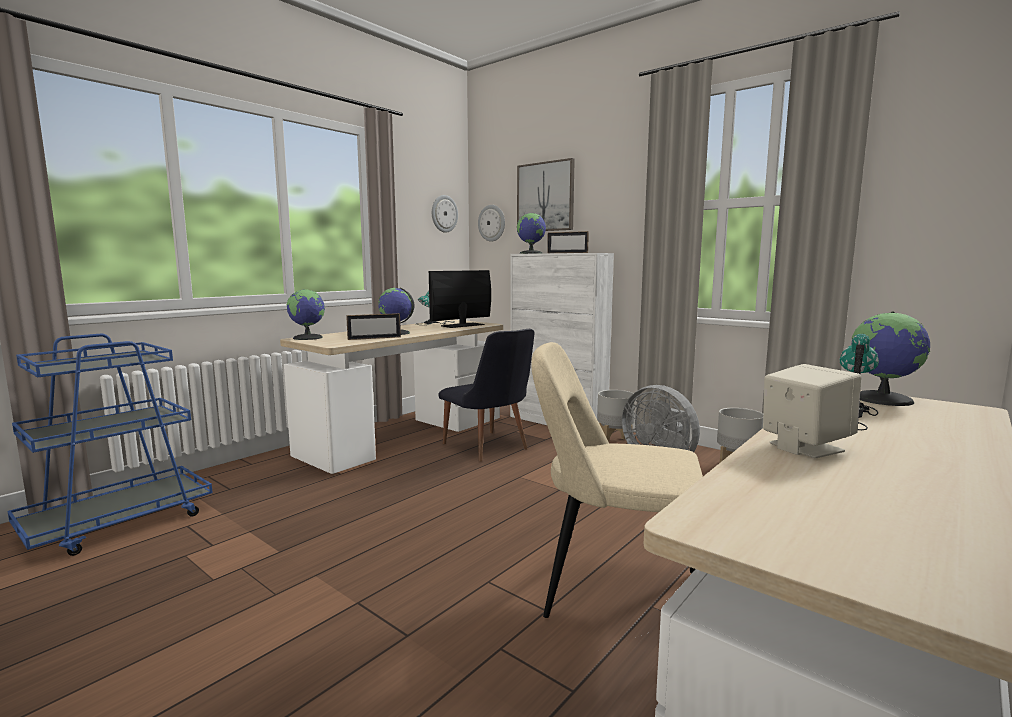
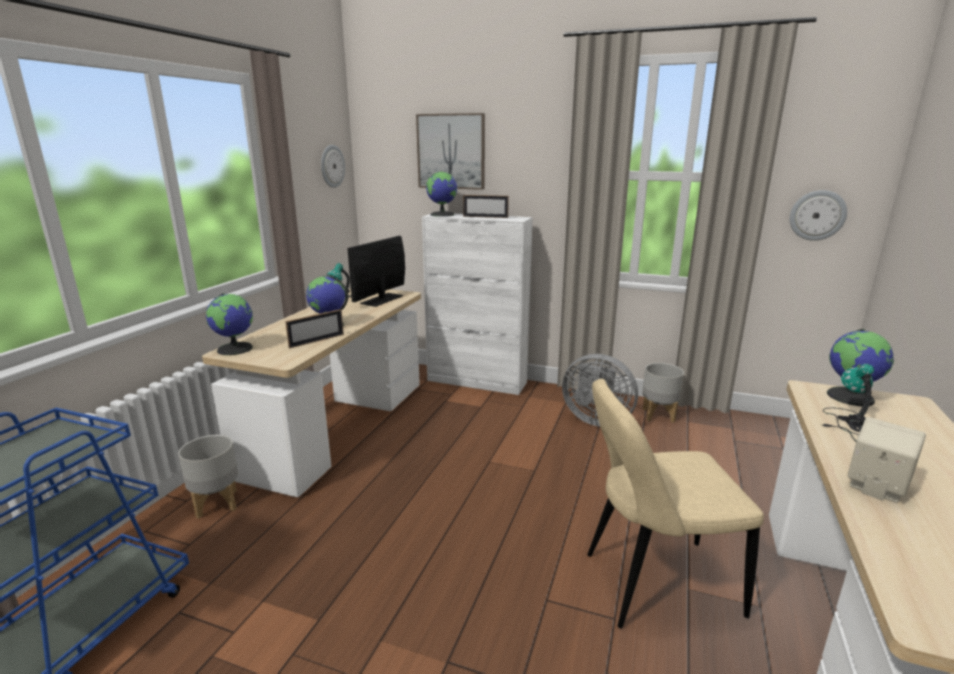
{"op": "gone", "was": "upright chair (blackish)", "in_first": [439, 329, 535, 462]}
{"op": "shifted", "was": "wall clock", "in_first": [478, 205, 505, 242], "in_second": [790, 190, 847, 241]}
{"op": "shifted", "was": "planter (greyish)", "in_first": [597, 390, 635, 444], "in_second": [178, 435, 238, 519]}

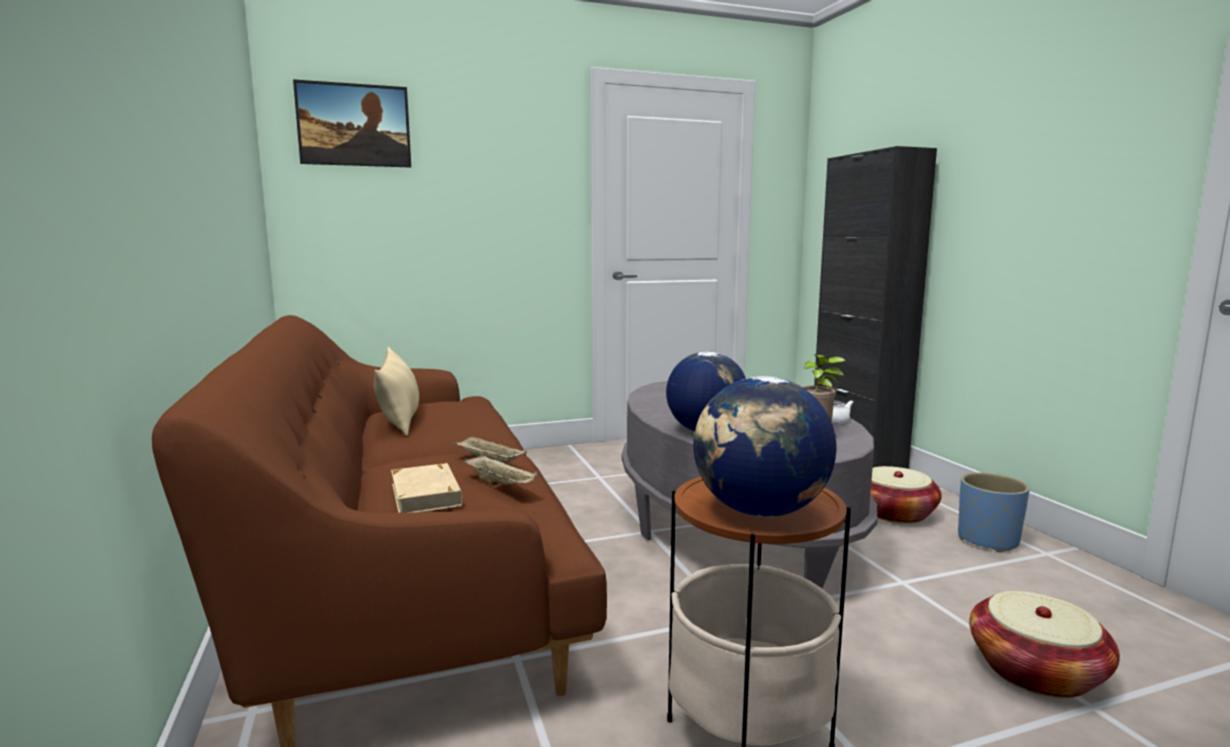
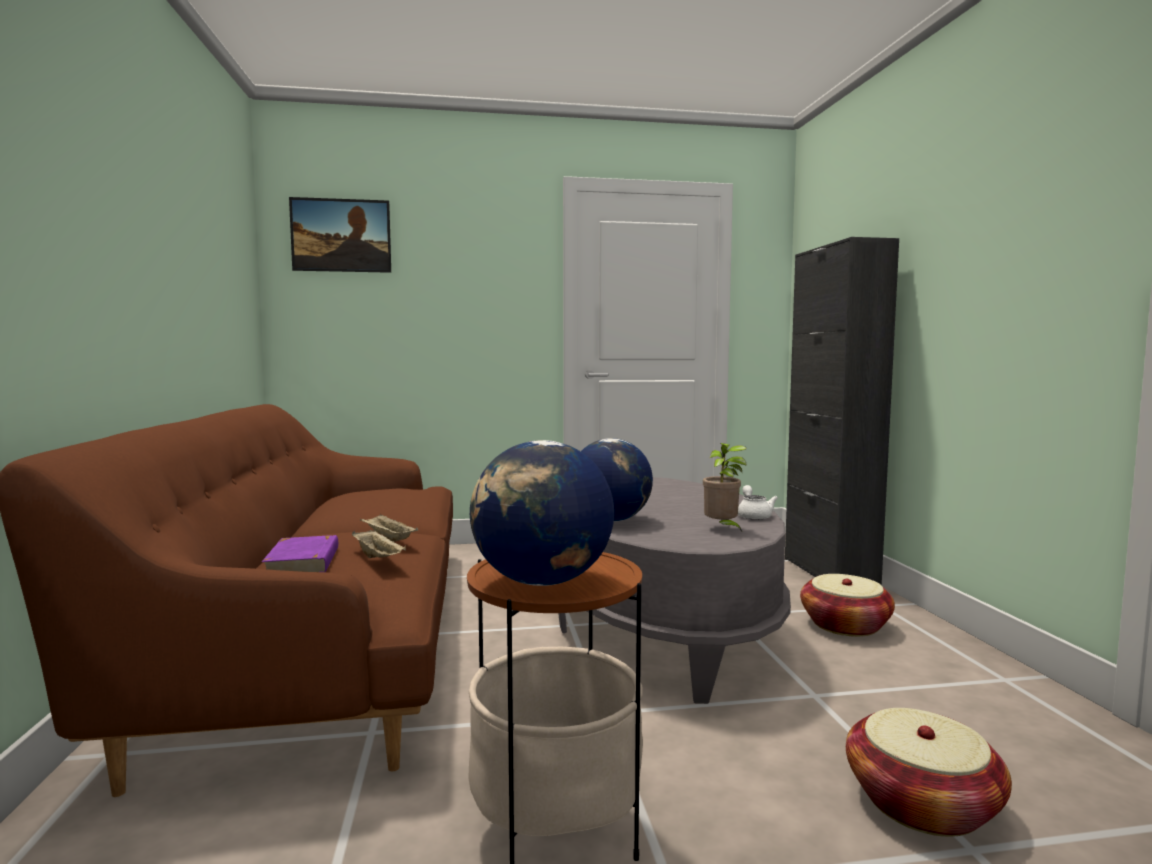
{"op": "gone", "was": "cushion (beige)", "in_first": [374, 347, 419, 436]}
{"op": "gone", "was": "planter (bluish)", "in_first": [958, 473, 1030, 552]}
{"op": "repainted", "was": "volume (beige)", "now": "volume (purple-coloured)", "in_first": [391, 463, 463, 513], "in_second": [262, 535, 338, 572]}

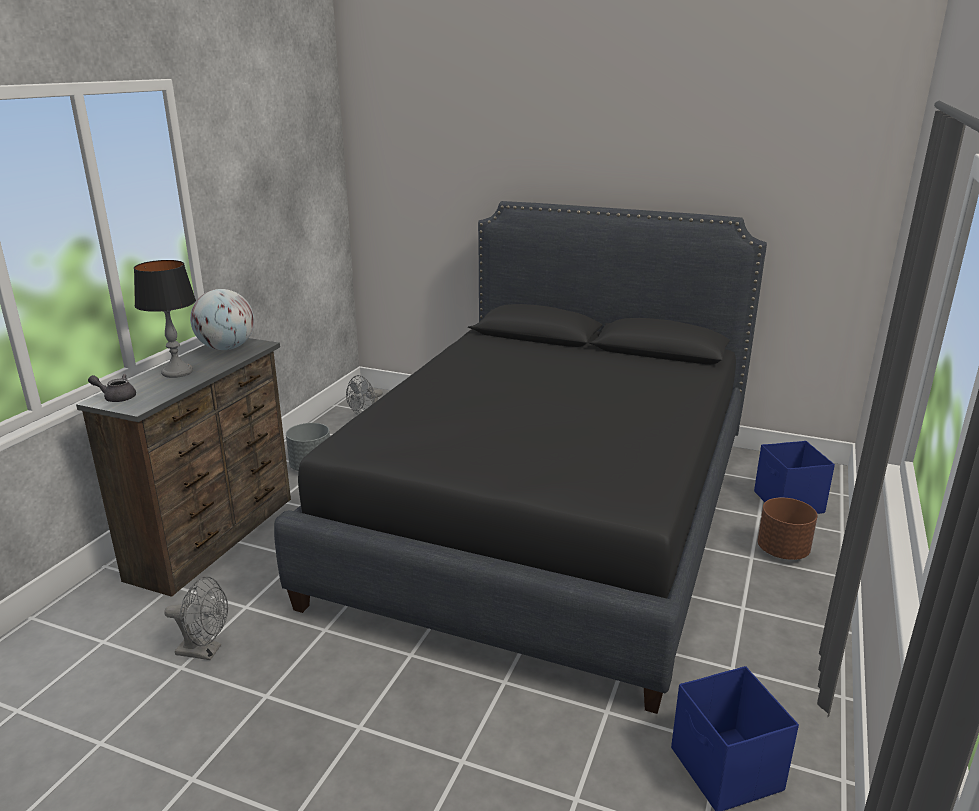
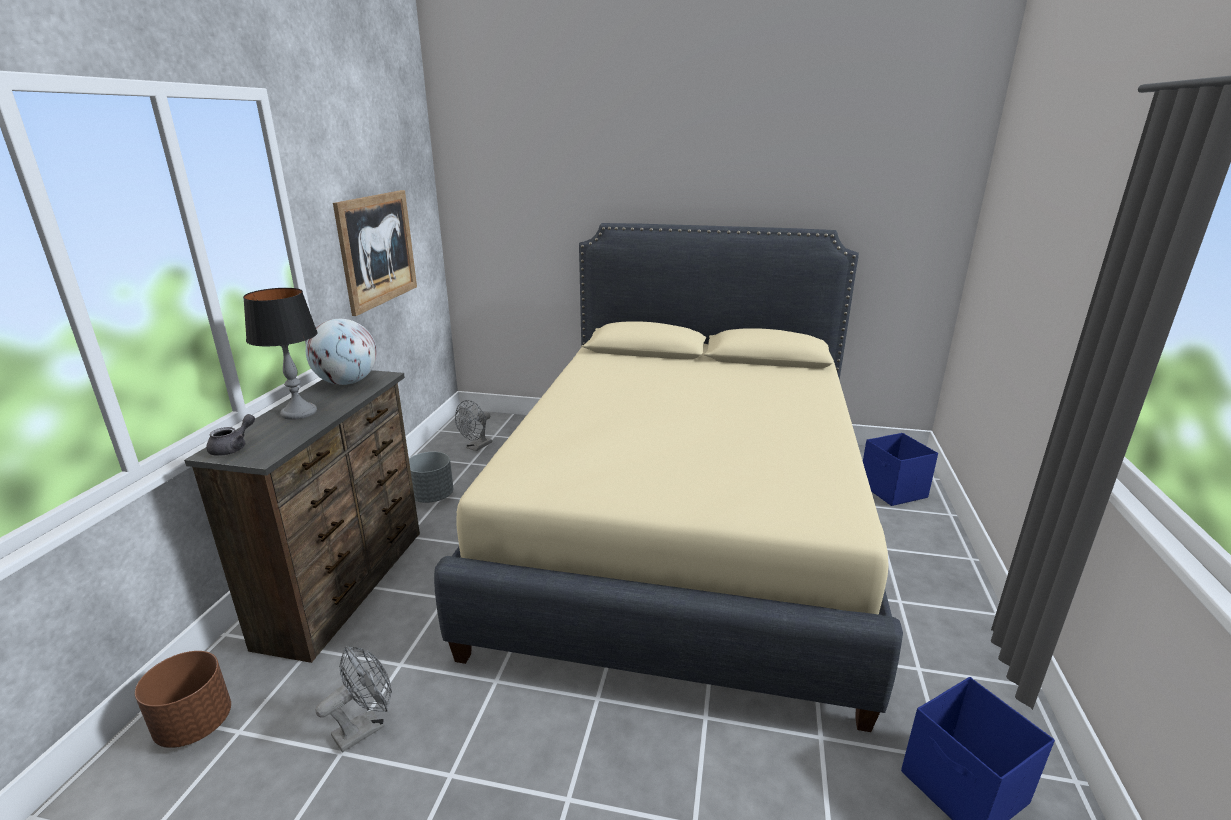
{"op": "new", "now": "wall picture", "in_second": [333, 190, 417, 316]}
{"op": "shifted", "was": "planter (brown)", "in_first": [757, 498, 817, 560], "in_second": [135, 651, 231, 748]}
{"op": "repainted", "was": "sleeping bed (blackish)", "now": "sleeping bed (beige)", "in_first": [274, 201, 767, 714], "in_second": [434, 223, 903, 732]}
{"op": "rotated", "was": "tea pot (greyish)", "in_first": [88, 374, 136, 402], "in_second": [206, 414, 255, 456], "clockwise": 120}
{"op": "rotated", "was": "cooling fan (greyish)", "in_first": [164, 576, 228, 660], "in_second": [315, 646, 392, 753], "clockwise": -45}

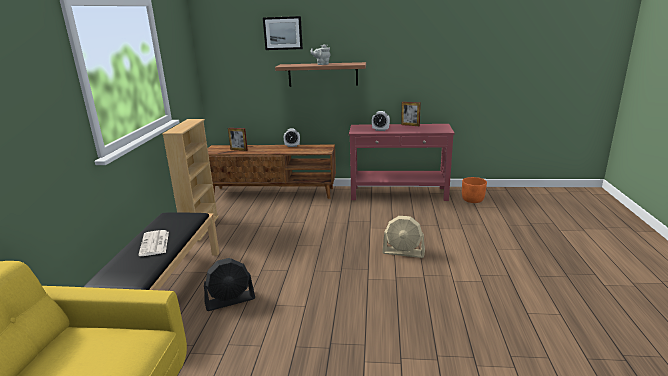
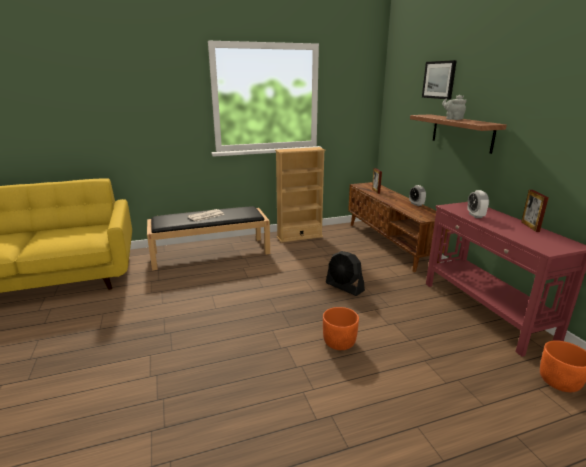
{"op": "shifted", "was": "cooling fan (blackish)", "in_first": [204, 258, 255, 311], "in_second": [326, 251, 365, 296]}
{"op": "swapped", "was": "cooling fan (beige)", "now": "planter (orange-coloured)", "in_first": [382, 216, 425, 258], "in_second": [323, 307, 359, 350]}

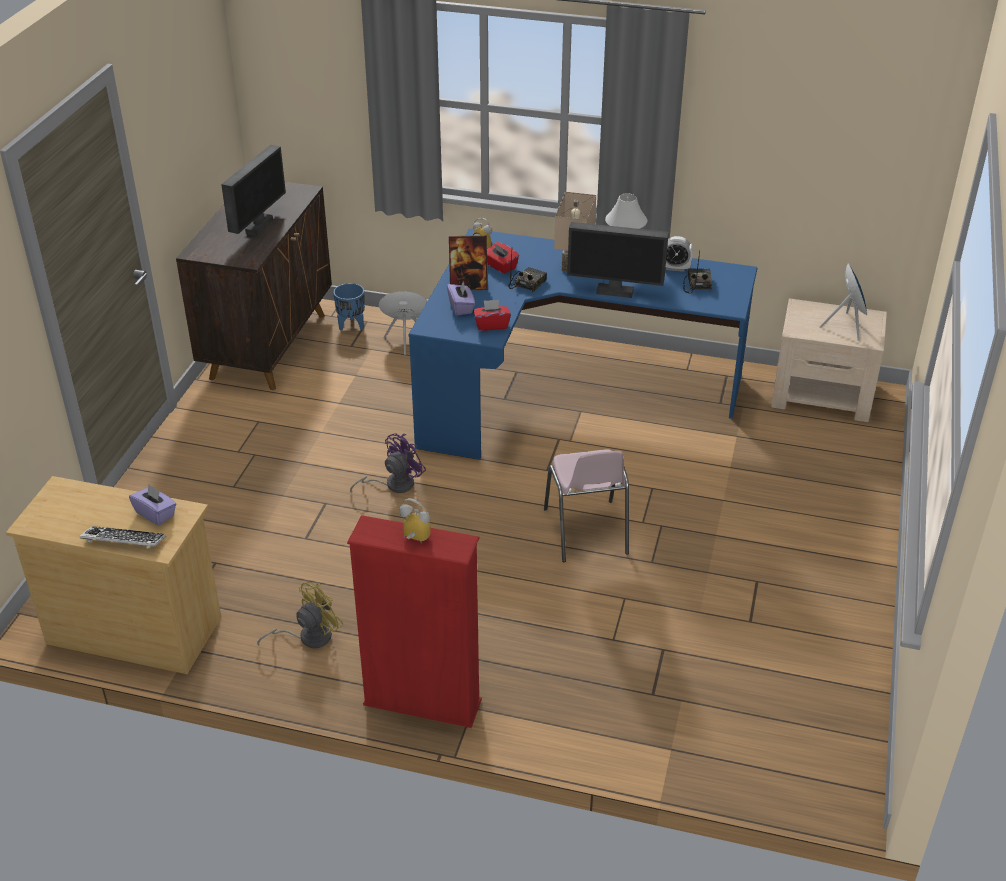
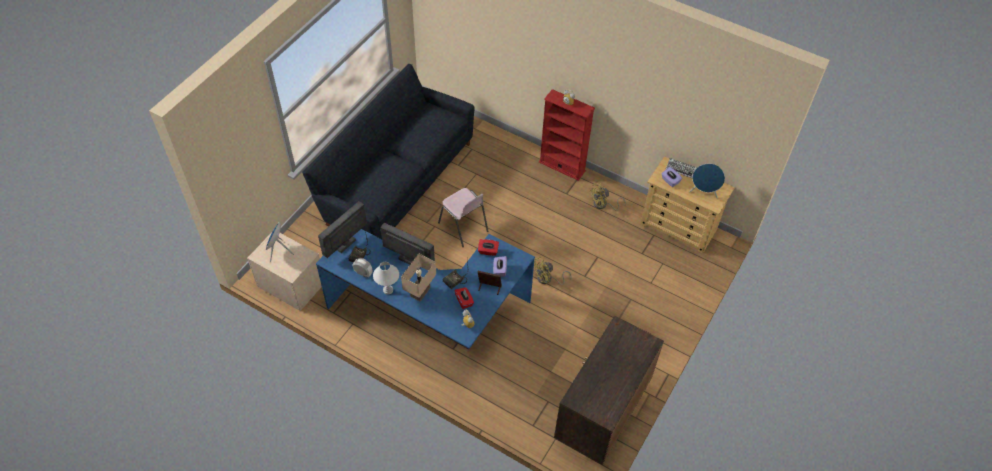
{"op": "gone", "was": "planter (bluish)", "in_first": [333, 283, 365, 331]}
{"op": "new", "now": "sofa (blackish)", "in_second": [302, 64, 475, 239]}
{"op": "shifted", "was": "computer display", "in_first": [221, 145, 286, 236], "in_second": [318, 201, 367, 258]}
{"op": "shifted", "was": "speaker (bluish)", "in_first": [379, 291, 428, 355], "in_second": [689, 164, 725, 198]}
{"op": "repainted", "was": "cooling fan (purple-coloured)", "now": "cooling fan (yellow)", "in_first": [350, 433, 426, 493], "in_second": [534, 257, 572, 285]}
{"op": "rotated", "was": "upright chair (pink-coloured)", "in_first": [544, 449, 629, 562], "in_second": [438, 188, 488, 247], "clockwise": 135}

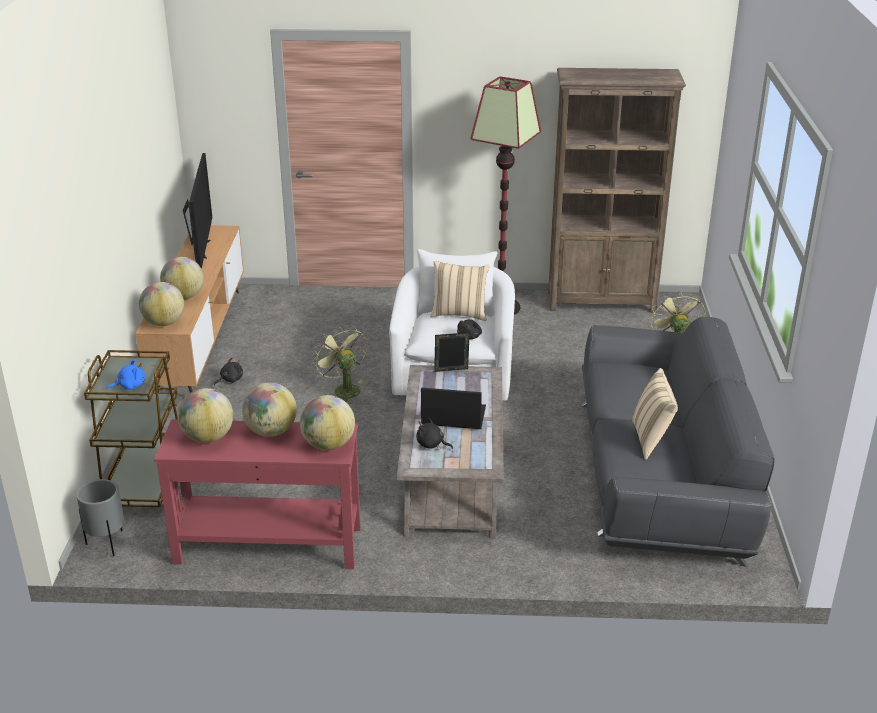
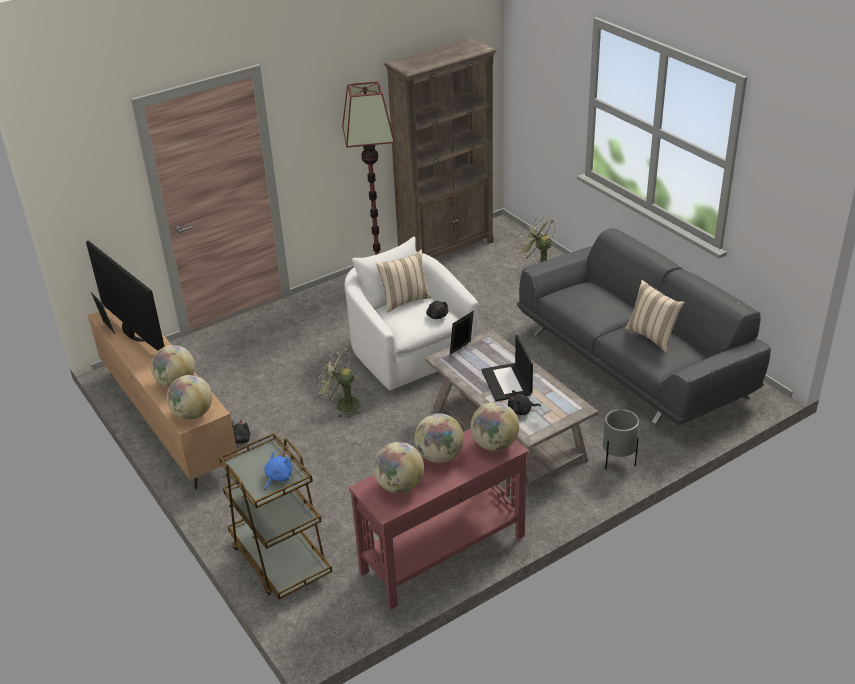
{"op": "shifted", "was": "planter (greyish)", "in_first": [76, 479, 124, 556], "in_second": [603, 409, 639, 470]}
{"op": "rotated", "was": "notebook computer", "in_first": [421, 388, 486, 429], "in_second": [481, 335, 533, 401], "clockwise": -75}

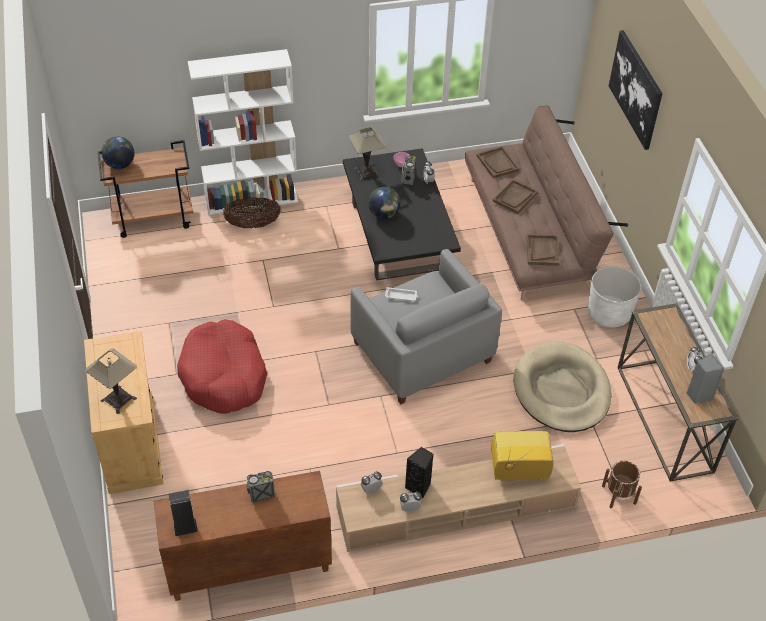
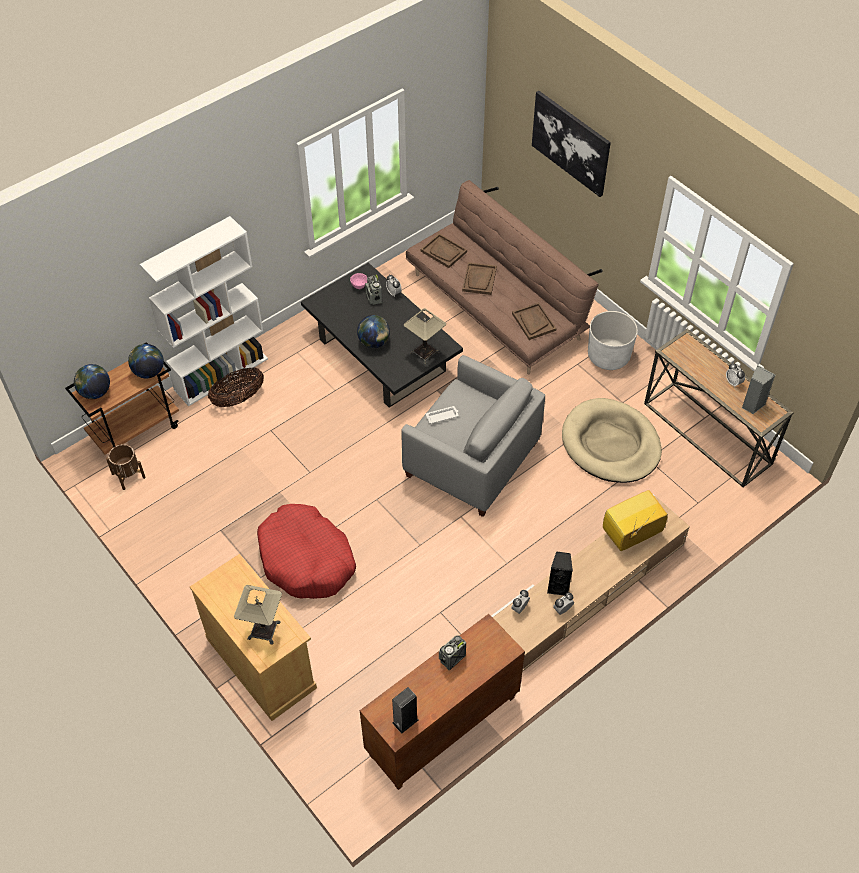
{"op": "new", "now": "world globe", "in_second": [128, 344, 164, 378]}
{"op": "shifted", "was": "tabletop lamp", "in_first": [349, 127, 386, 181], "in_second": [404, 309, 446, 364]}
{"op": "shifted", "was": "planter (brown)", "in_first": [602, 461, 642, 508], "in_second": [106, 444, 146, 490]}

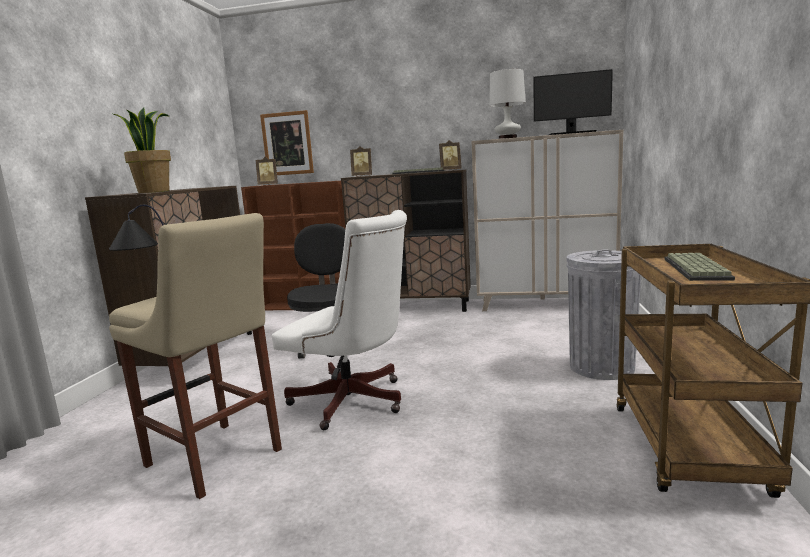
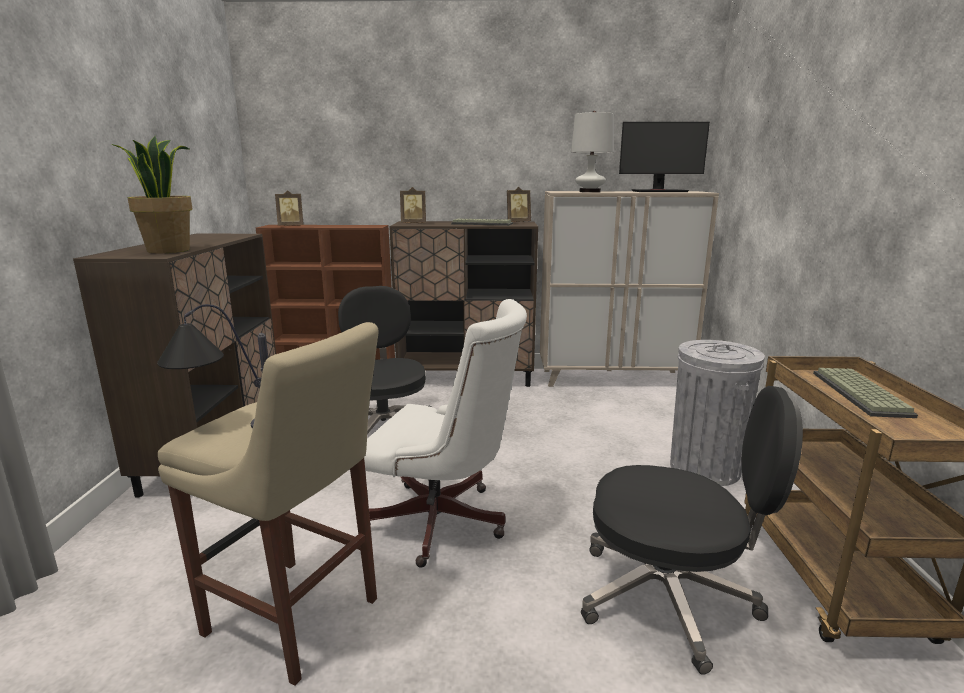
{"op": "gone", "was": "wall picture", "in_first": [260, 110, 314, 175]}
{"op": "new", "now": "desk chair (blackish)", "in_second": [581, 386, 803, 675]}

